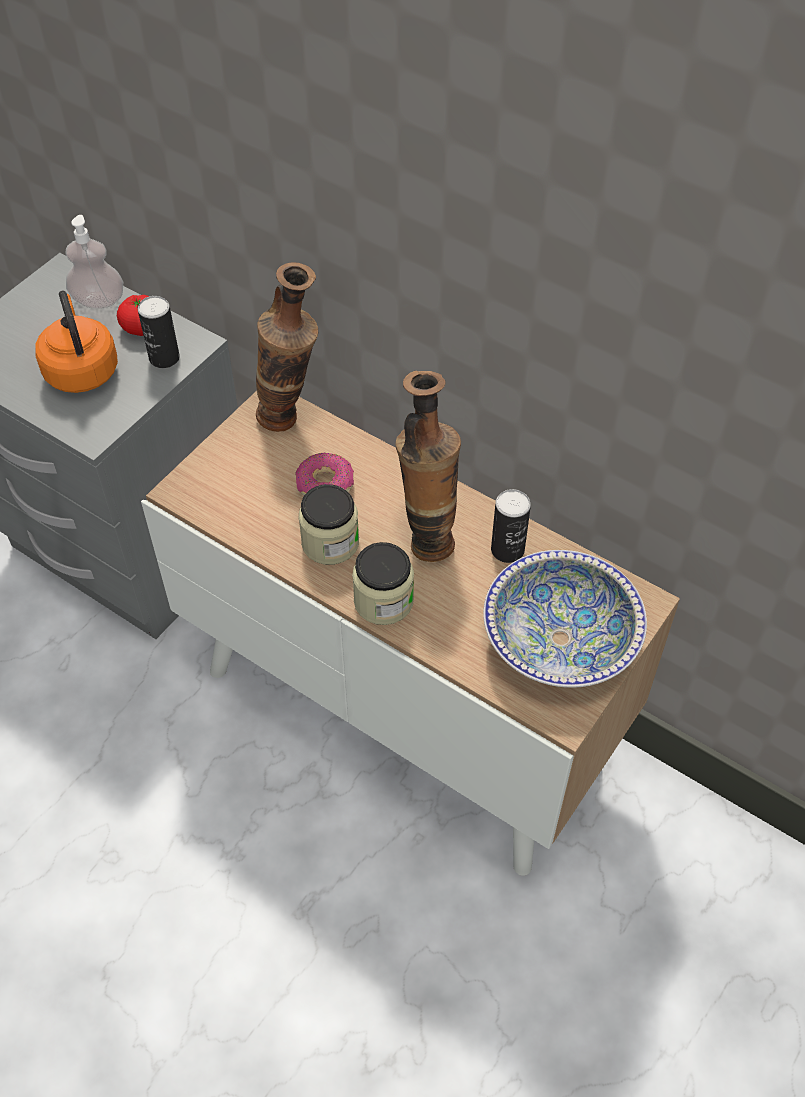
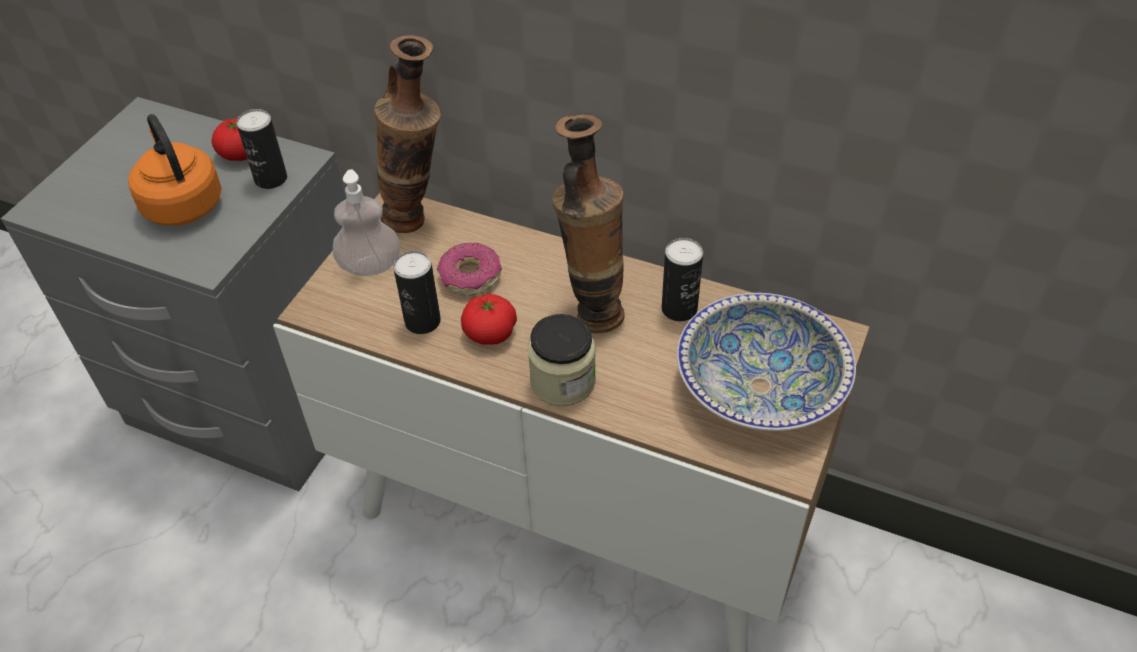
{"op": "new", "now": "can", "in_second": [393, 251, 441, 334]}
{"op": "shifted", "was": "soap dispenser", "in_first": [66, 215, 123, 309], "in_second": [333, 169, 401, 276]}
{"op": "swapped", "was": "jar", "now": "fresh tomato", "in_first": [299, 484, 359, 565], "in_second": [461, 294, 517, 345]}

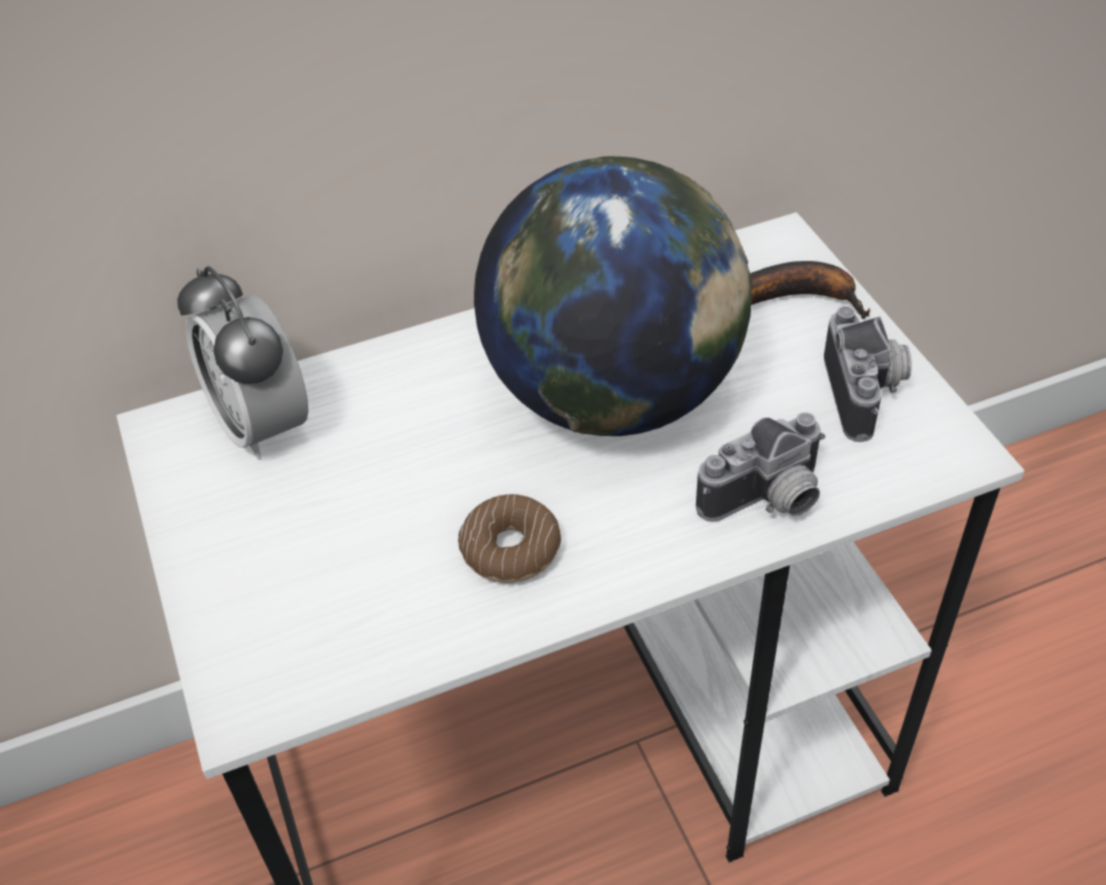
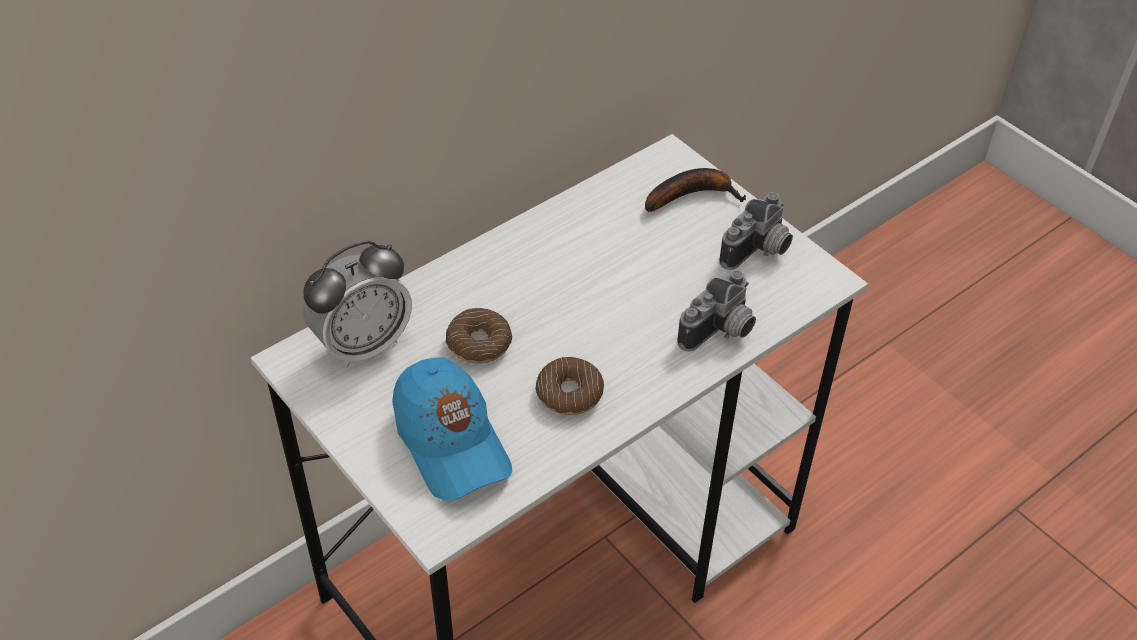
{"op": "gone", "was": "world globe", "in_first": [474, 156, 752, 436]}
{"op": "new", "now": "peaked cap (bluish)", "in_second": [392, 358, 512, 501]}
{"op": "new", "now": "ring doughnut", "in_second": [446, 308, 512, 364]}
{"op": "rotated", "was": "table clock", "in_first": [177, 266, 308, 460], "in_second": [303, 241, 412, 368], "clockwise": -75}
{"op": "rotated", "was": "still camera", "in_first": [824, 306, 912, 442], "in_second": [719, 192, 793, 270], "clockwise": 60}

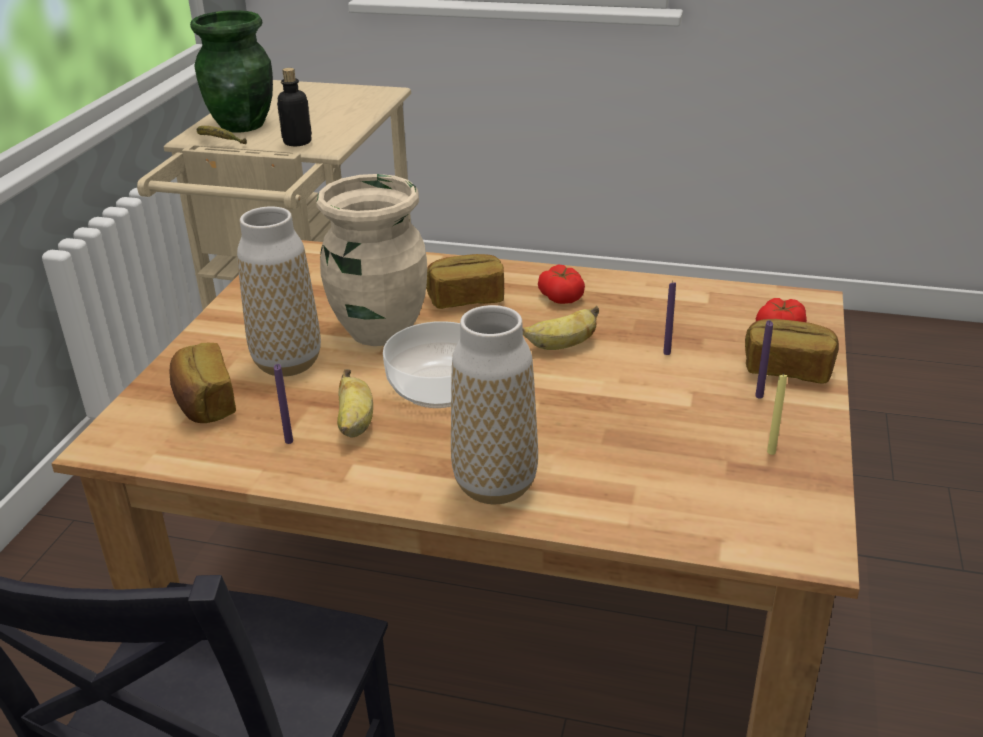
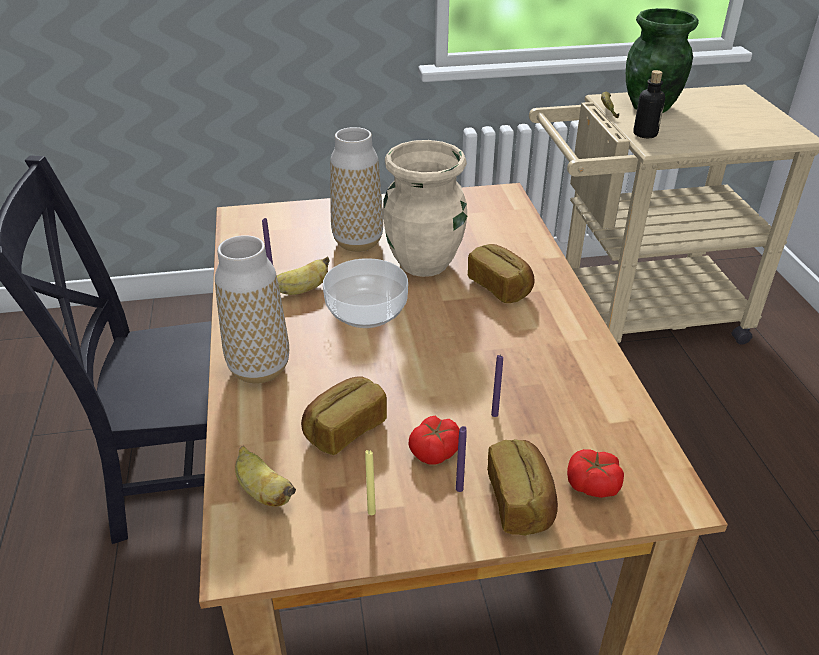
{"op": "shifted", "was": "bakery bread", "in_first": [170, 343, 236, 423], "in_second": [301, 376, 387, 455]}
{"op": "shifted", "was": "banana fruit", "in_first": [523, 306, 599, 350], "in_second": [235, 446, 296, 506]}
{"op": "shifted", "was": "fresh tomato", "in_first": [538, 265, 585, 304], "in_second": [409, 416, 459, 465]}

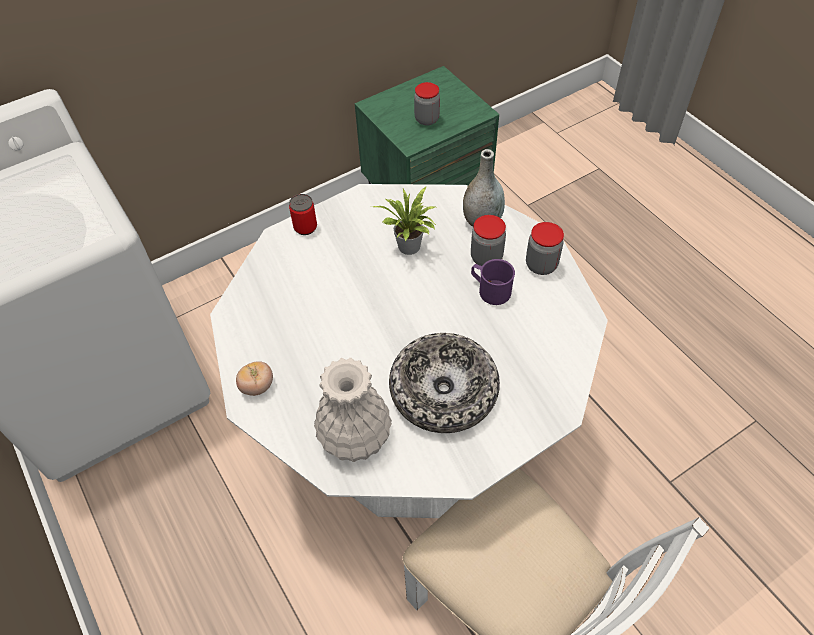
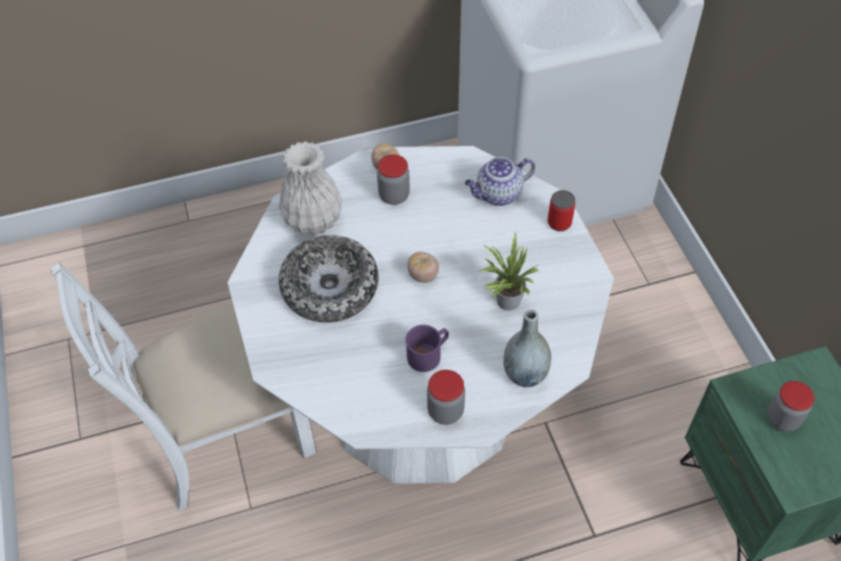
{"op": "new", "now": "fresh tomato", "in_second": [407, 252, 439, 283]}
{"op": "new", "now": "tea pot", "in_second": [465, 157, 535, 206]}
{"op": "shifted", "was": "jar", "in_first": [471, 215, 506, 266], "in_second": [377, 154, 410, 205]}

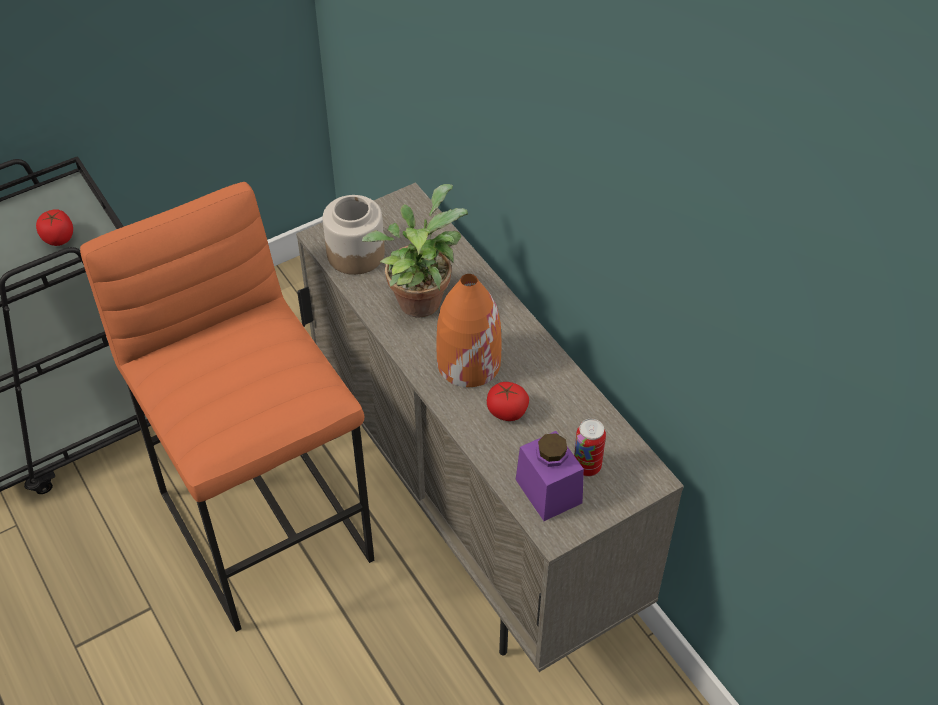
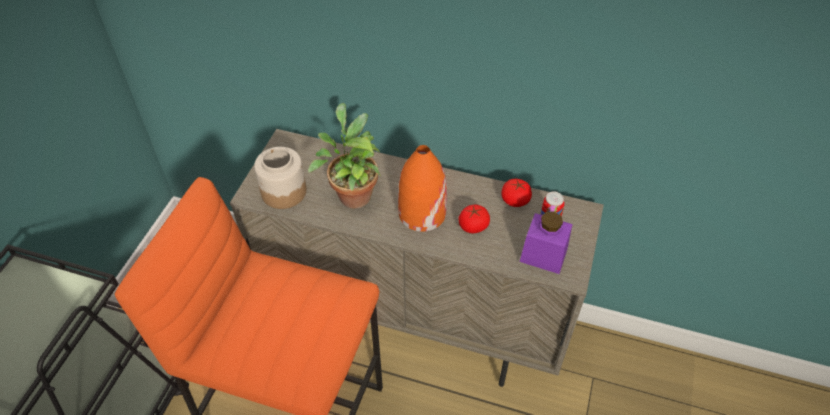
{"op": "shifted", "was": "fresh tomato", "in_first": [36, 209, 73, 246], "in_second": [501, 179, 532, 207]}

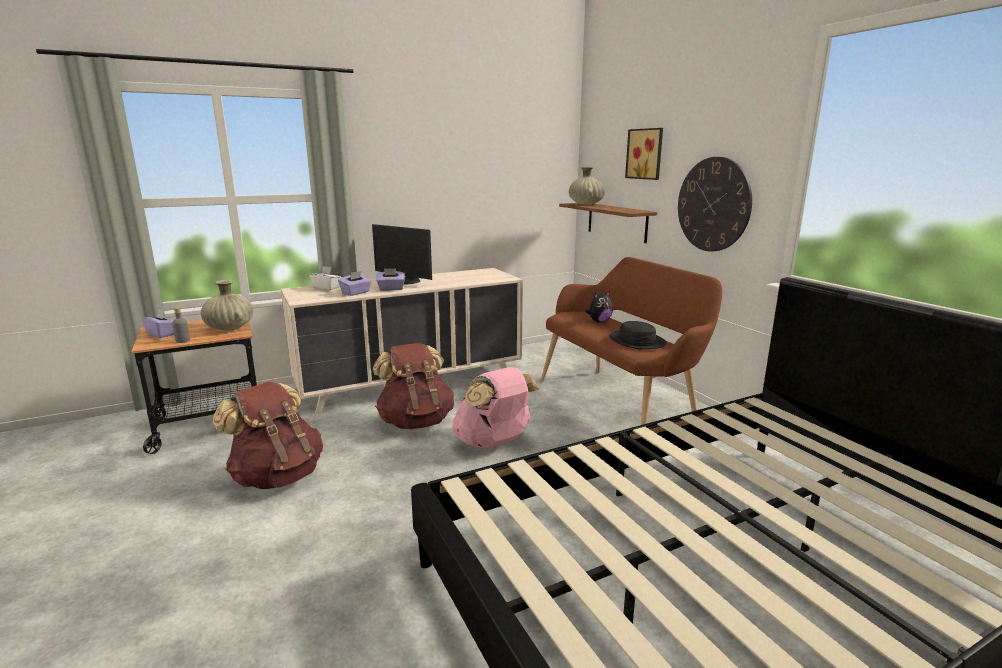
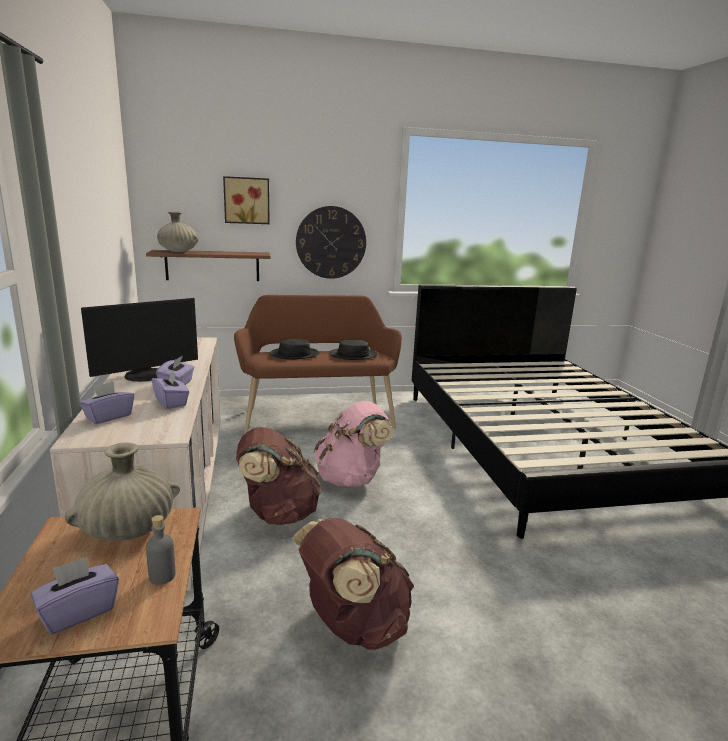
{"op": "swapped", "was": "soft toy", "now": "hat (blackish)", "in_first": [585, 291, 613, 322], "in_second": [270, 339, 319, 359]}
{"op": "repainted", "was": "box of tissues (white-coloured)", "now": "box of tissues (purple-coloured)", "in_first": [309, 266, 342, 290], "in_second": [79, 382, 134, 424]}

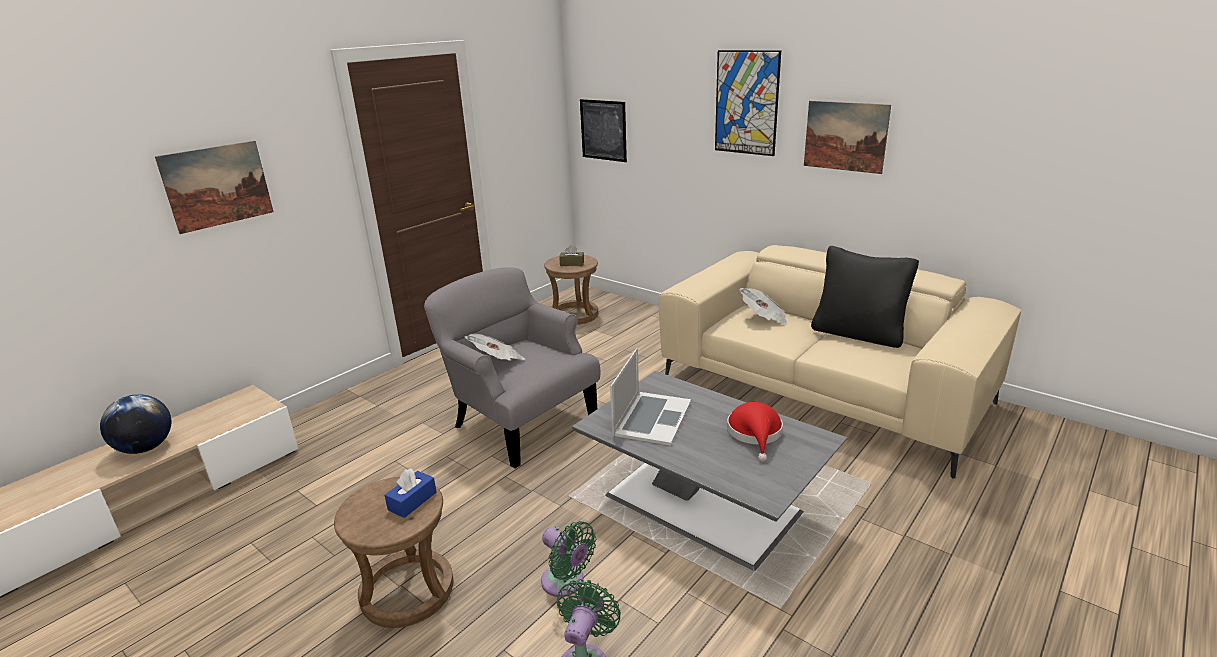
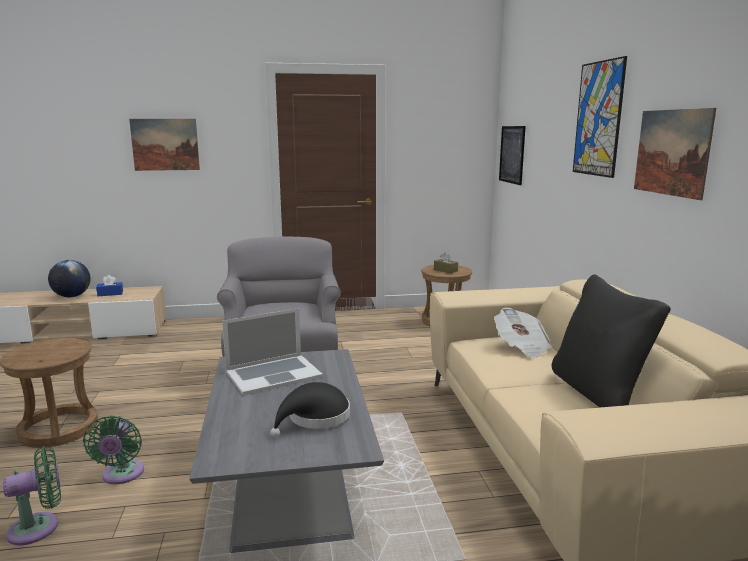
{"op": "gone", "was": "daily paper", "in_first": [464, 333, 525, 361]}
{"op": "shifted", "was": "box of tissues (bluish)", "in_first": [384, 469, 437, 518], "in_second": [96, 275, 123, 296]}
{"op": "repainted", "was": "hat (red)", "now": "hat (blackish)", "in_first": [727, 402, 783, 462], "in_second": [270, 382, 350, 438]}

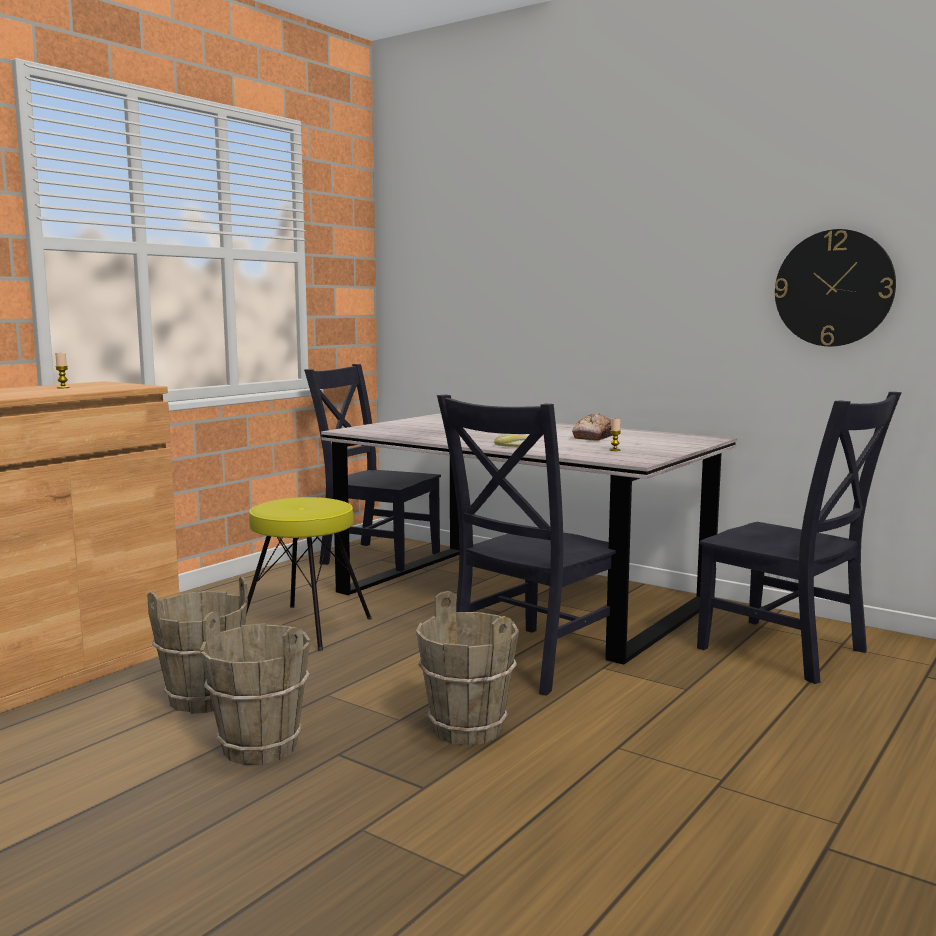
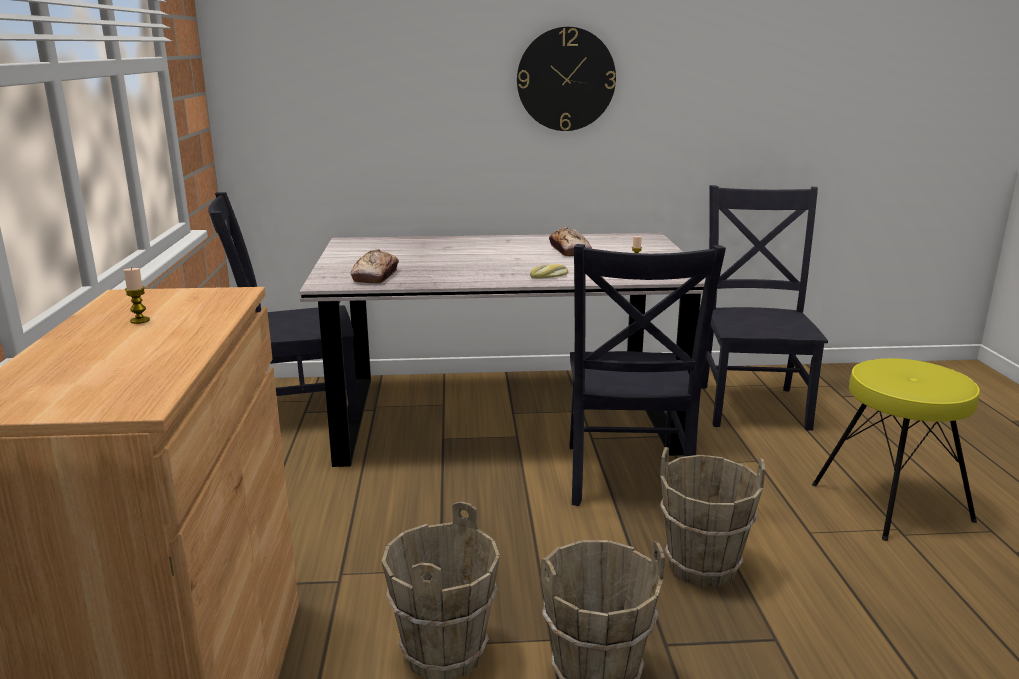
{"op": "new", "now": "bakery bread", "in_second": [351, 249, 399, 284]}
{"op": "shifted", "was": "stool seat (yellow)", "in_first": [246, 497, 372, 651], "in_second": [812, 358, 980, 541]}
{"op": "shifted", "was": "wall clock", "in_first": [774, 229, 896, 346], "in_second": [517, 27, 616, 131]}
{"op": "rotated", "was": "upright chair (blackish)", "in_first": [697, 392, 902, 684], "in_second": [701, 185, 828, 431], "clockwise": -90}

